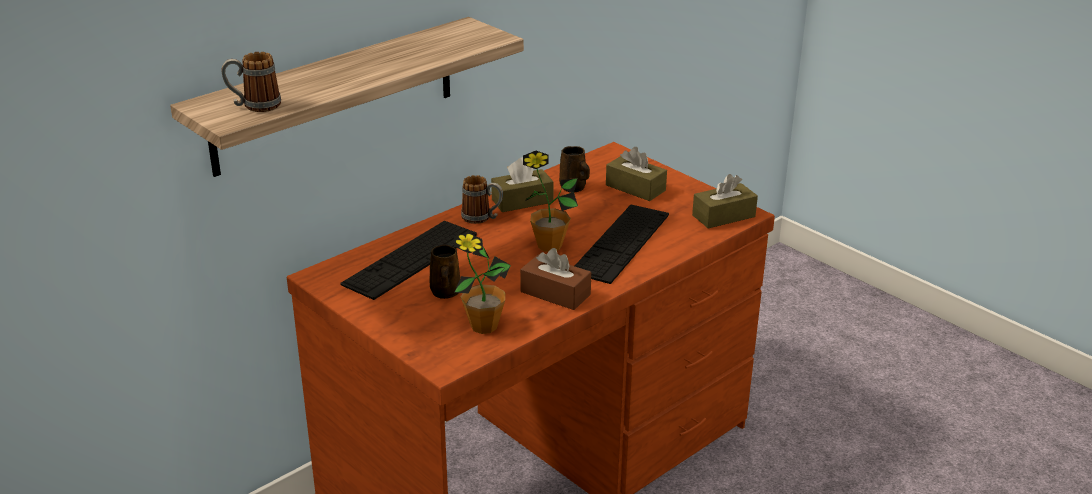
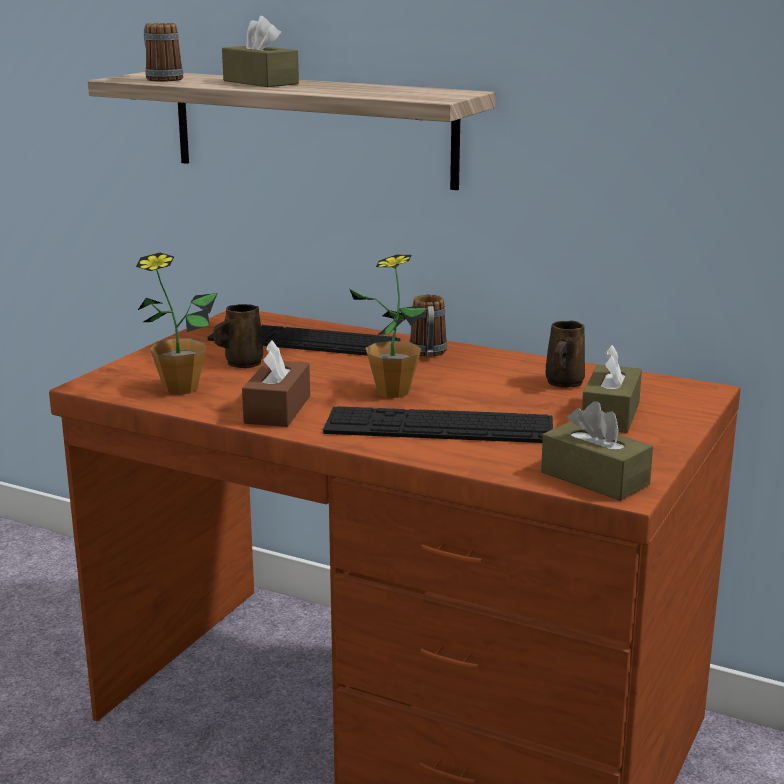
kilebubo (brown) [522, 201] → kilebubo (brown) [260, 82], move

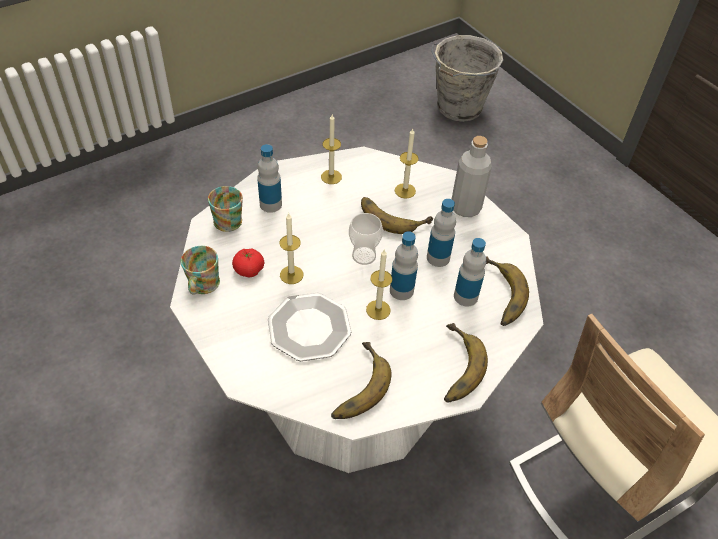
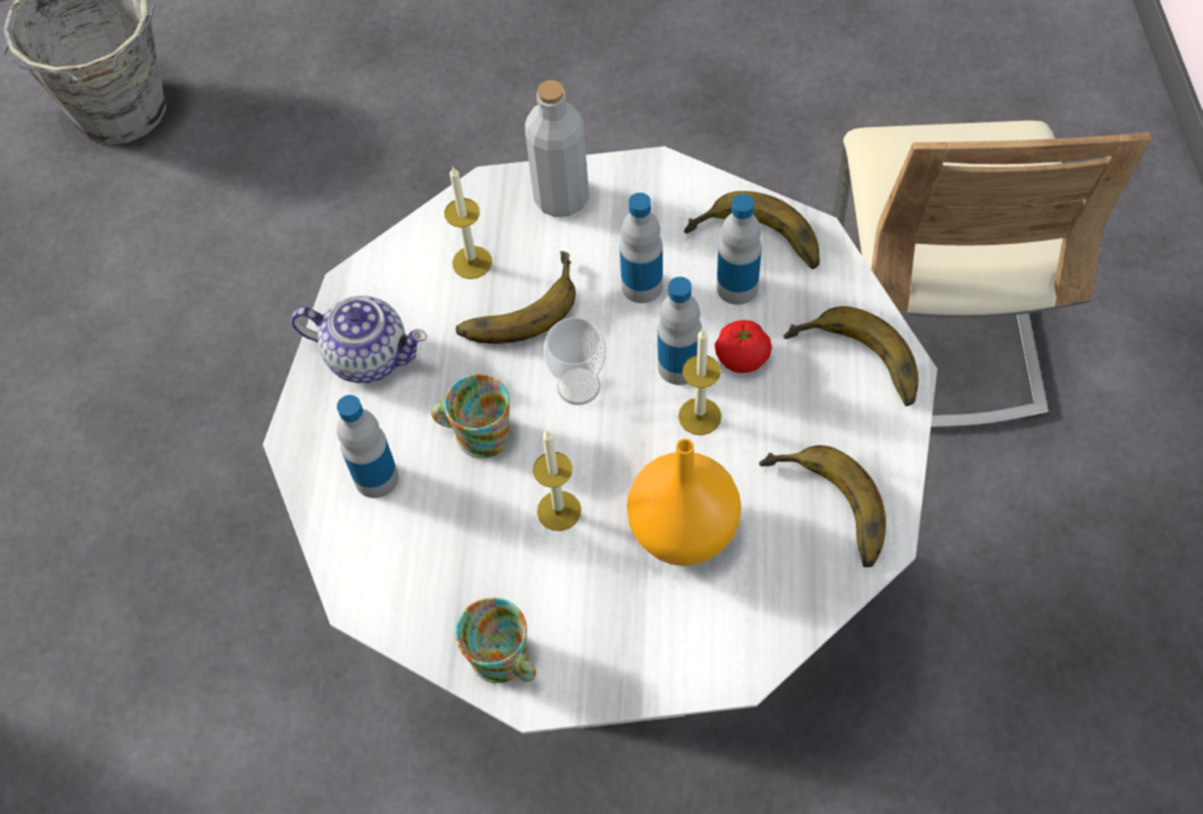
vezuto [227, 218] → vezuto [475, 433], move
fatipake [249, 270] → fatipake [742, 357], move
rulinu [309, 328] → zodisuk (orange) [684, 529]
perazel [331, 177] → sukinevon [369, 355]

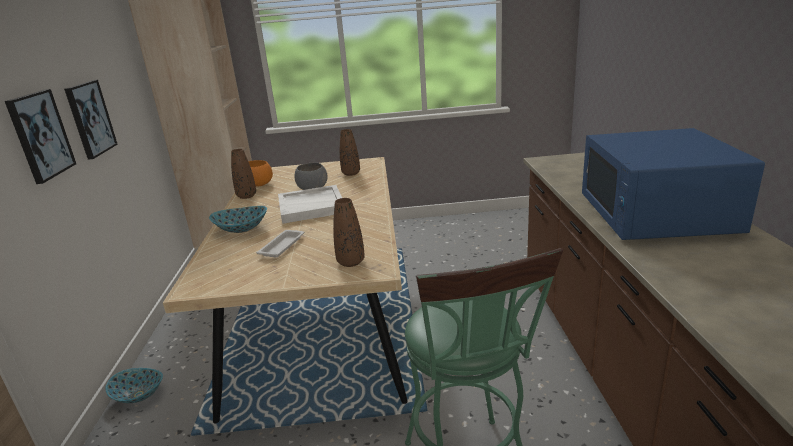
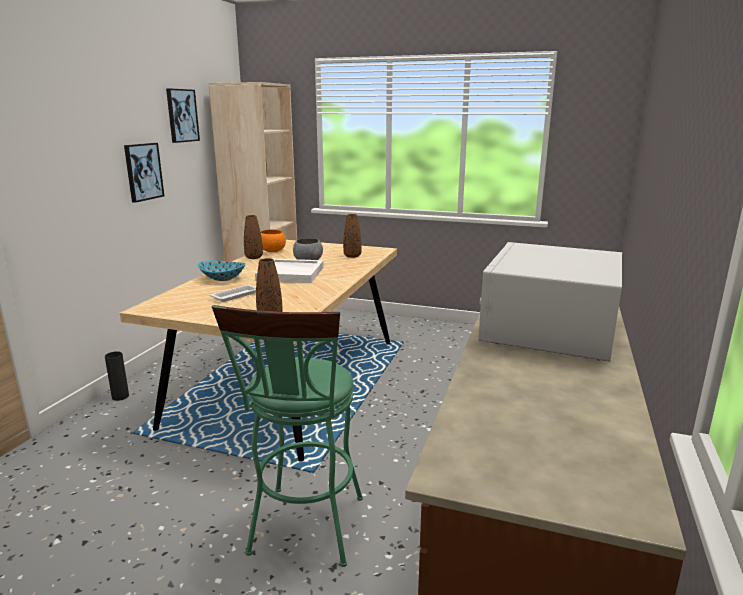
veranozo [40, 135] → veranozo [182, 115], move
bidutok [138, 395] → zodisuk (black) [120, 396]
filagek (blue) [656, 214] → filagek (white) [548, 330]

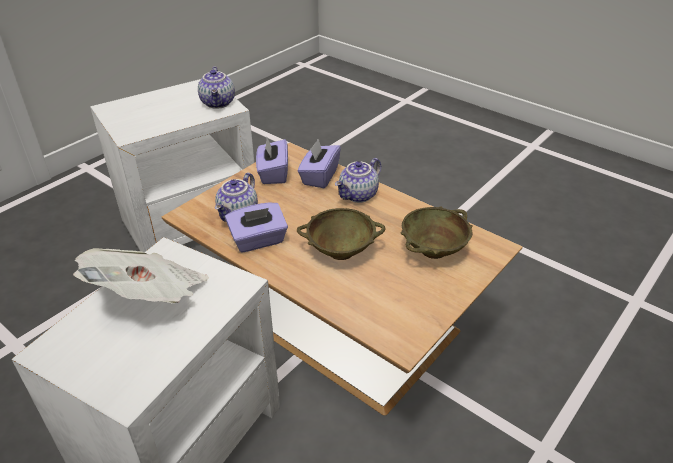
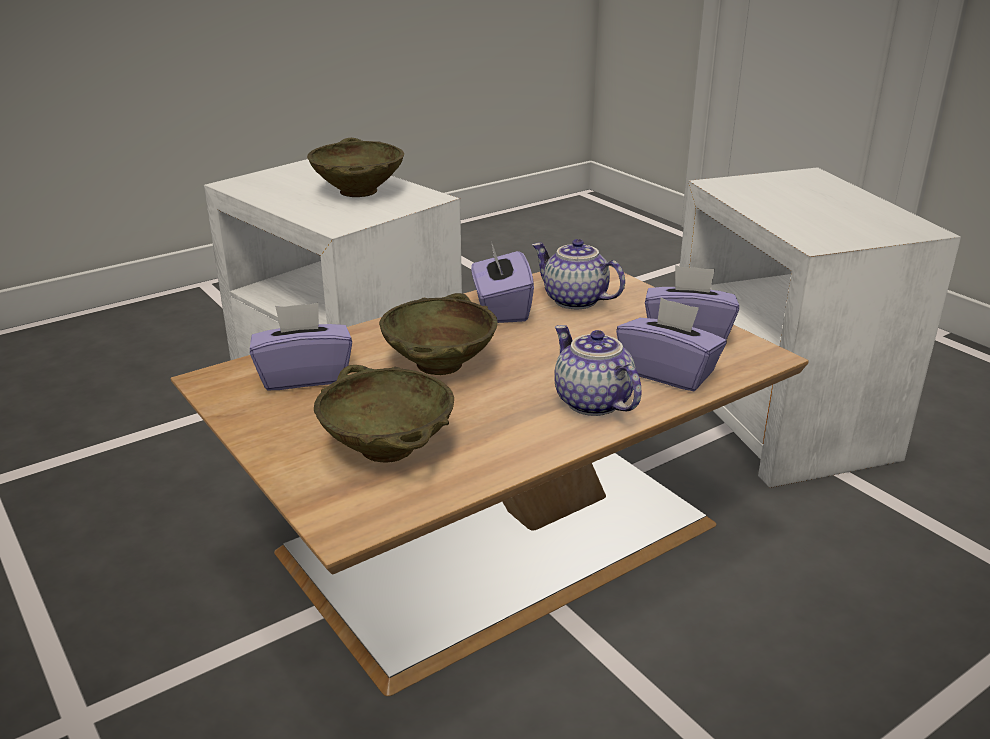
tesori [151, 296] → bidutok (beige) [358, 191]
sukinevon [219, 103] → -
- → kilebubo (purple) [304, 376]

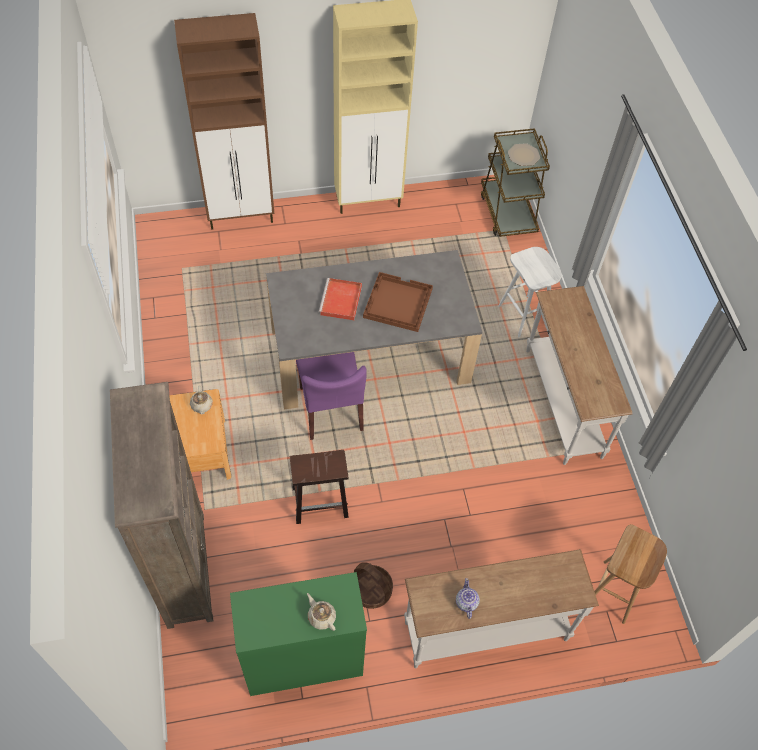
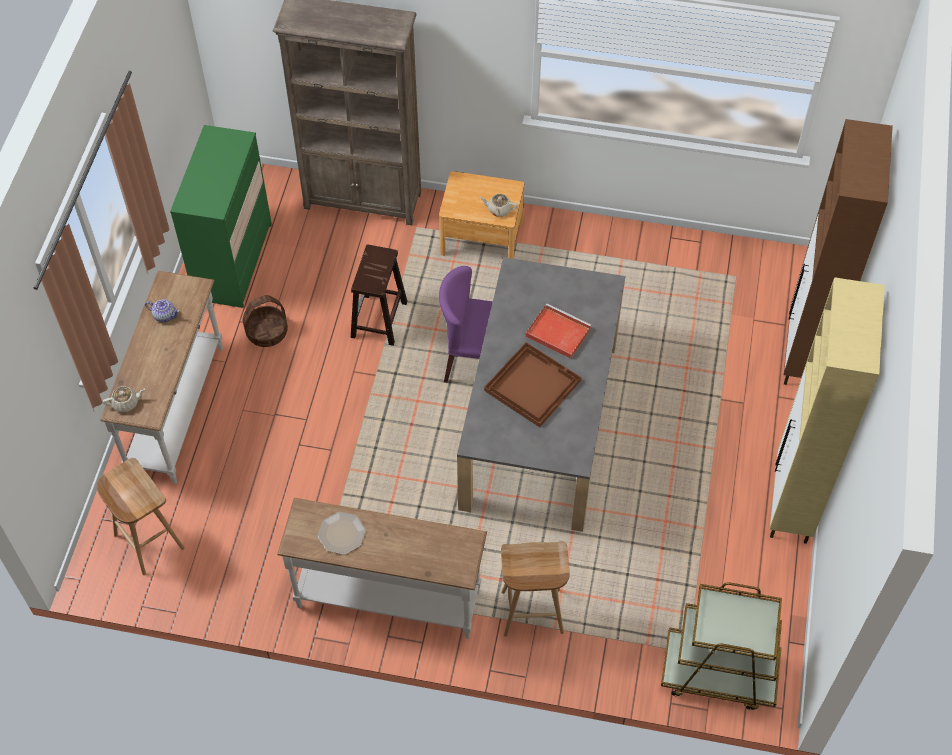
sukinevon (beige) [321, 616] → sukinevon (beige) [126, 403], move
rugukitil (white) [524, 316] → rugukitil (brown) [531, 613]
rulinu [523, 155] → rulinu [342, 534], move

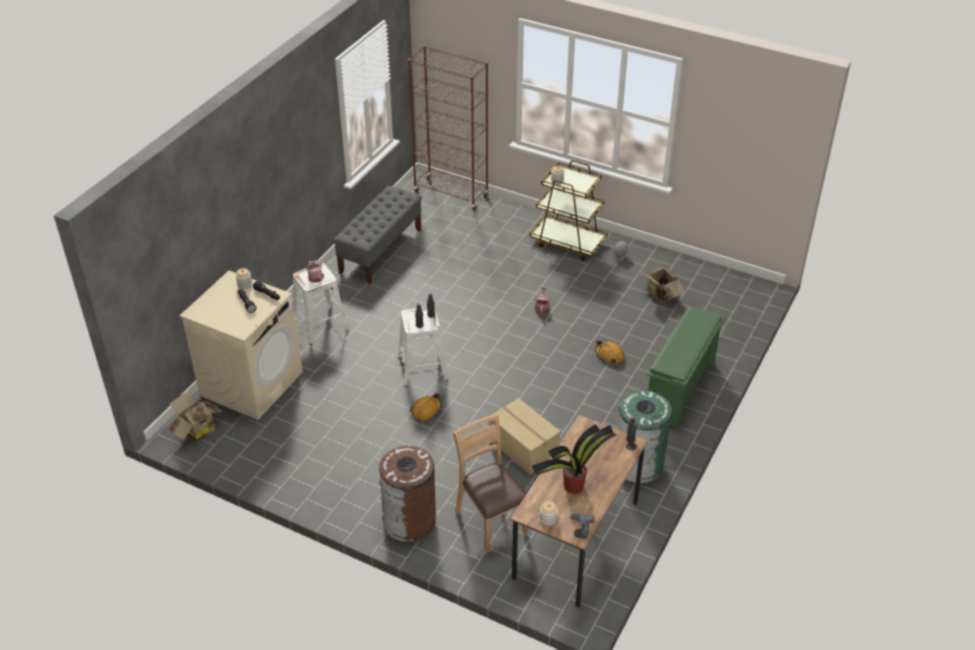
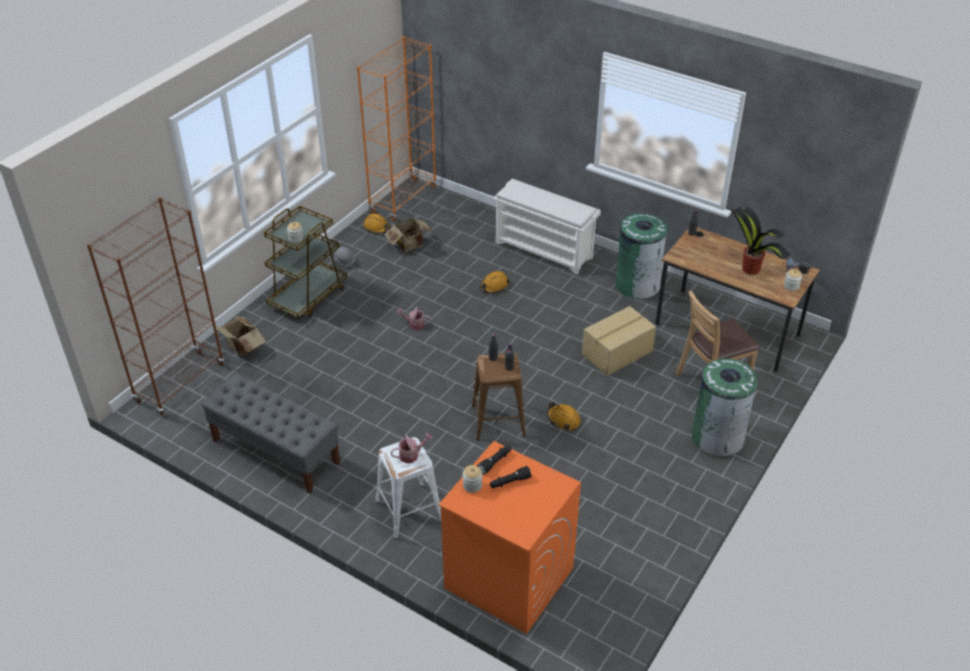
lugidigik [196, 430] → lugidigik [242, 348], move
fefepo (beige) [252, 383] → fefepo (orange) [508, 578]
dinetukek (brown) [409, 521] → dinetukek (green) [717, 437]
rugukitil (white) [422, 369] → rugukitil (brown) [498, 421]
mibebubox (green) [680, 390] → mibebubox (white) [545, 250]
- → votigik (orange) [403, 199]
- → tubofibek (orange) [377, 227]

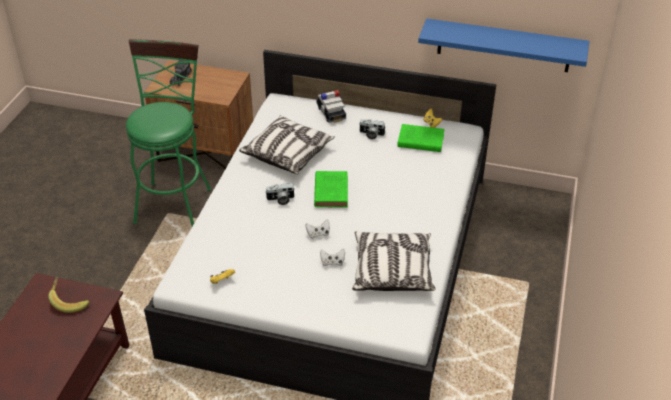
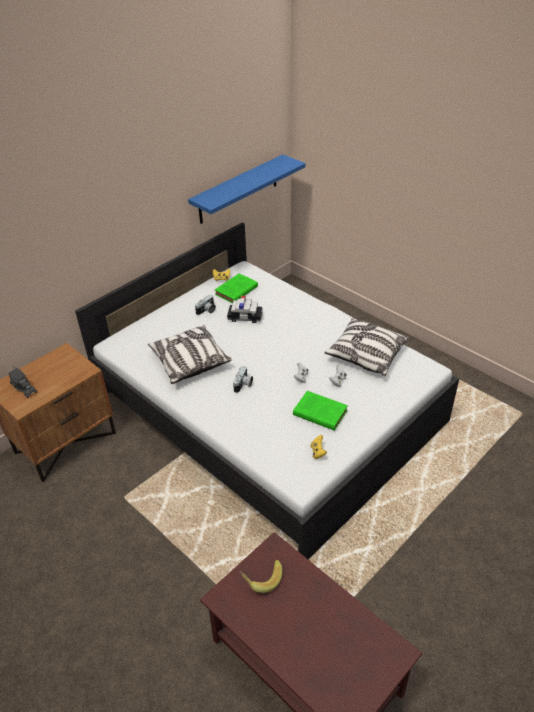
rugukitil (green) [174, 201] → -
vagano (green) [331, 191] → vagano (green) [318, 412], move
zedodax [331, 113] → zedodax [245, 317], move

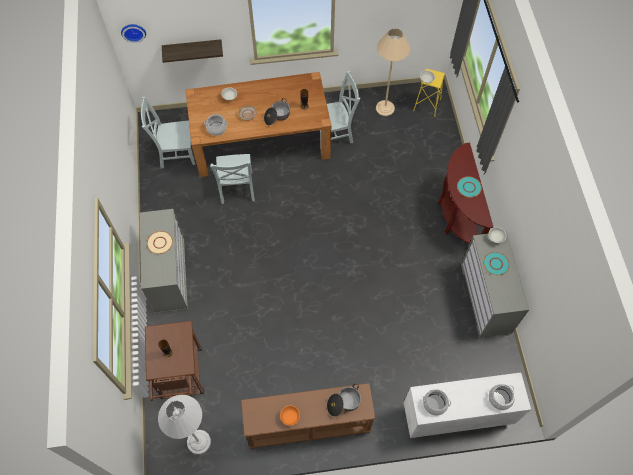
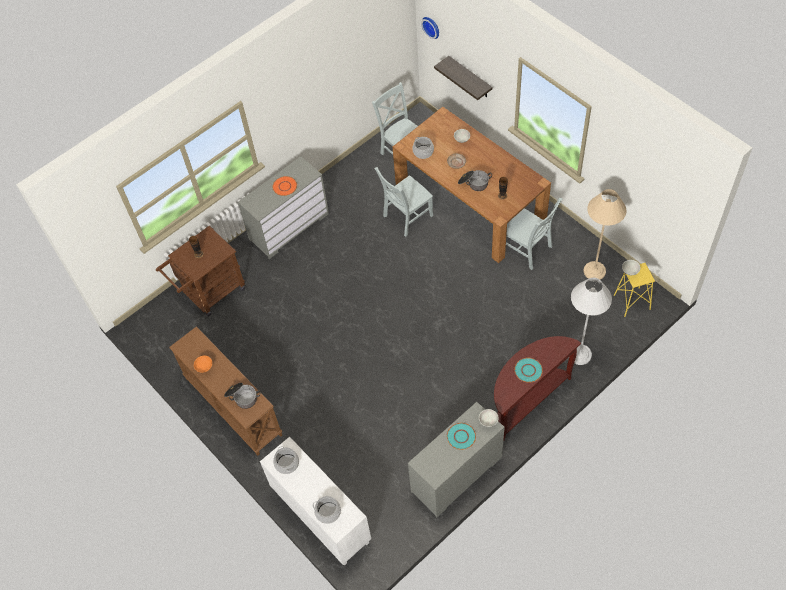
rulinu (beige) [160, 243] → rulinu (orange) [285, 186]
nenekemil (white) [199, 442] → nenekemil (white) [580, 354], move

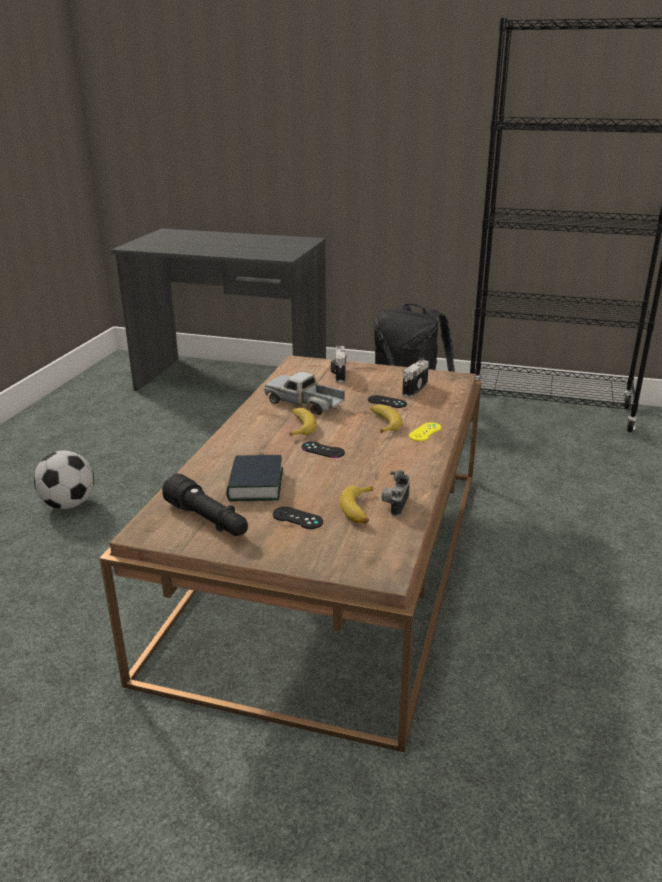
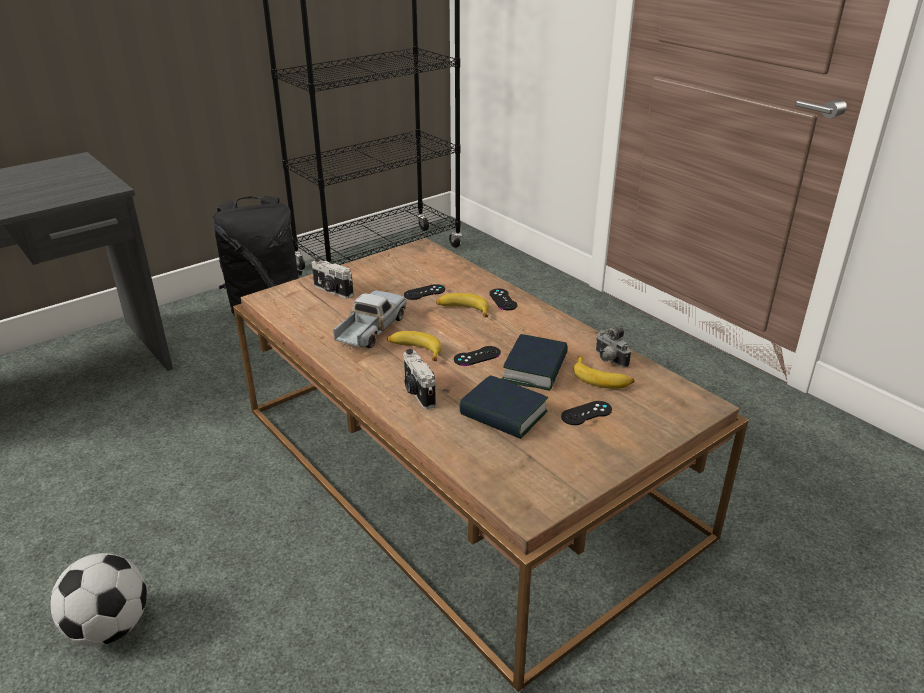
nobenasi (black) [208, 520] → -
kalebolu [305, 403] → kalebolu [370, 330], 135 degrees clockwise
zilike [413, 389] → zilike [418, 393], move
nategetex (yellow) [425, 432] → nategetex (black) [503, 299]
- → vagano [535, 369]

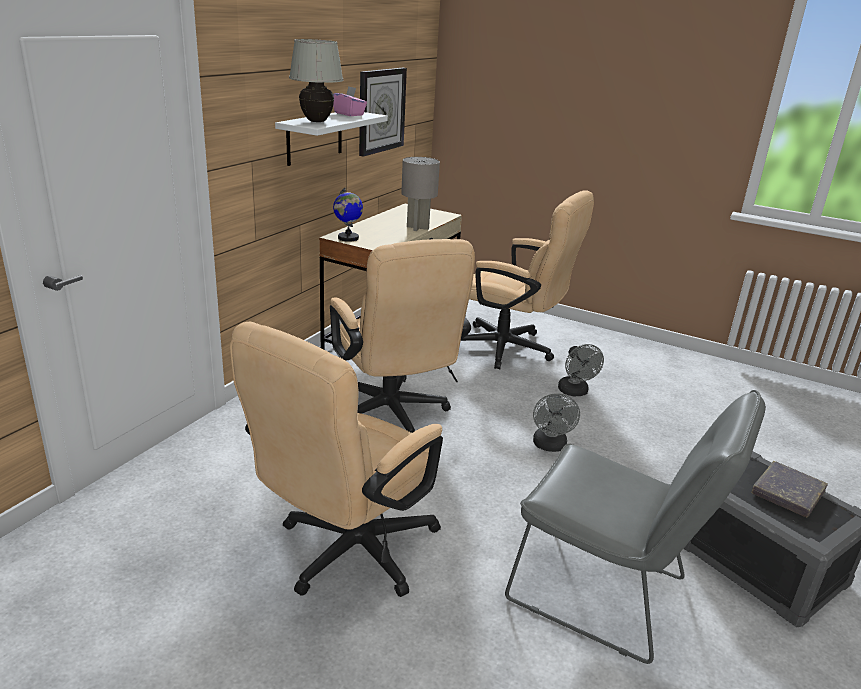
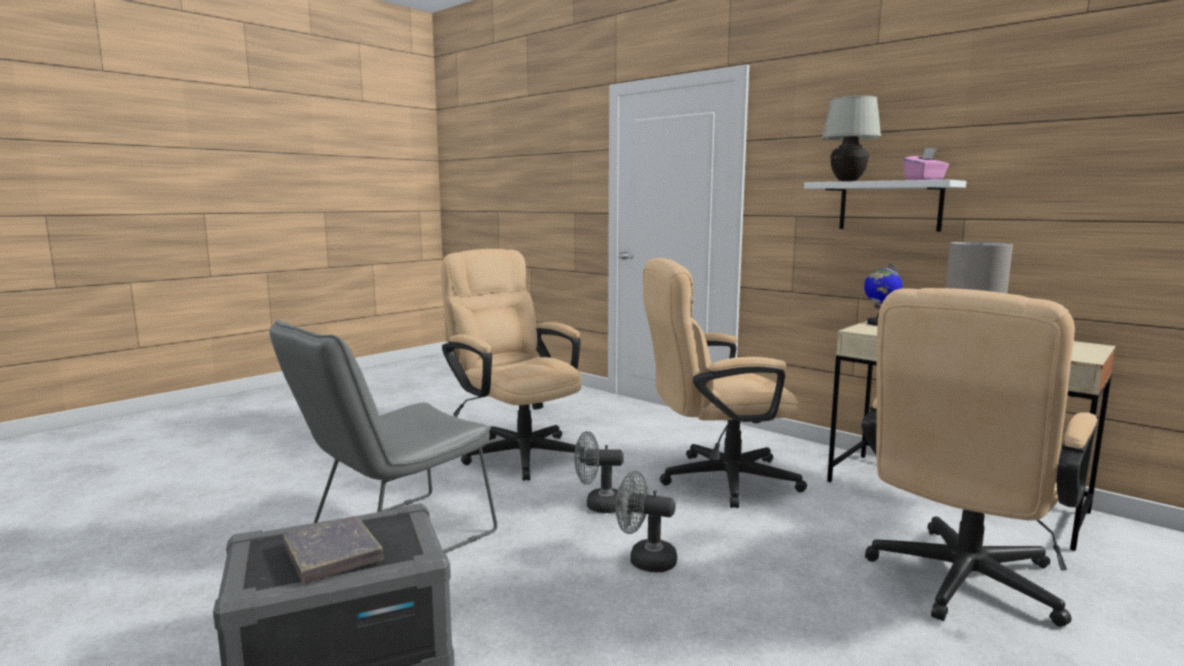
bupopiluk [381, 110] → -
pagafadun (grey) [575, 392] → pagafadun (grey) [598, 505], move

